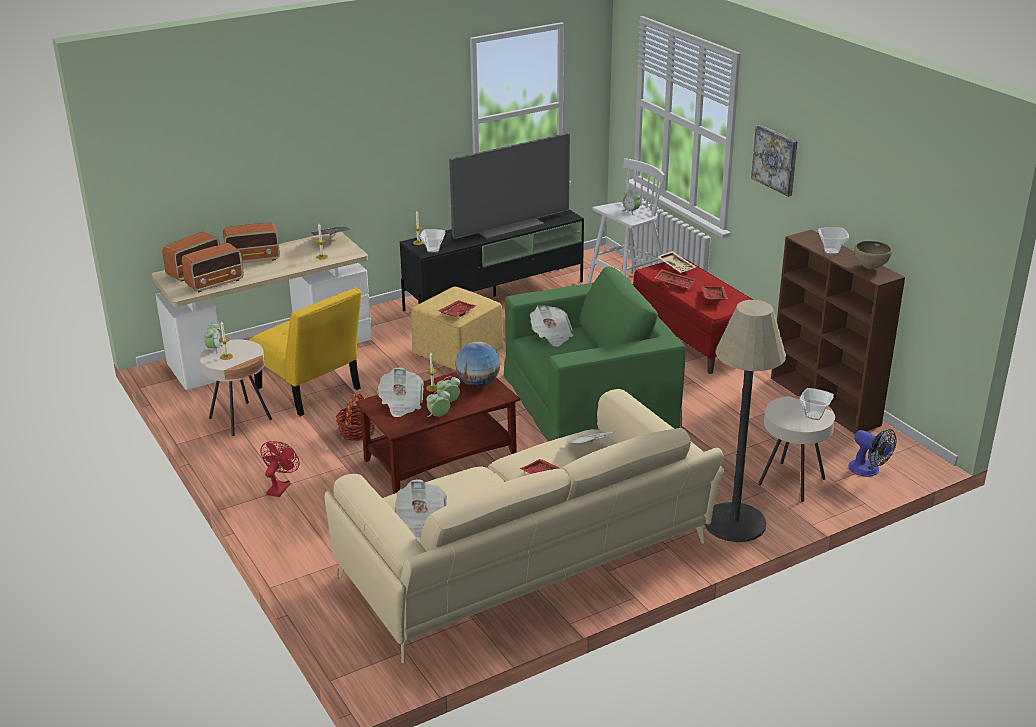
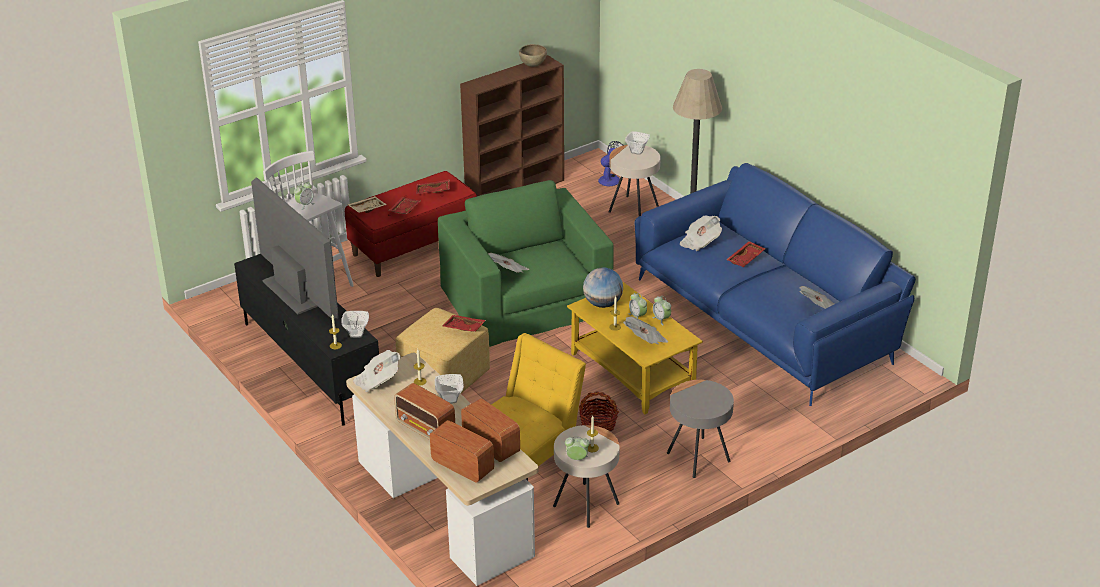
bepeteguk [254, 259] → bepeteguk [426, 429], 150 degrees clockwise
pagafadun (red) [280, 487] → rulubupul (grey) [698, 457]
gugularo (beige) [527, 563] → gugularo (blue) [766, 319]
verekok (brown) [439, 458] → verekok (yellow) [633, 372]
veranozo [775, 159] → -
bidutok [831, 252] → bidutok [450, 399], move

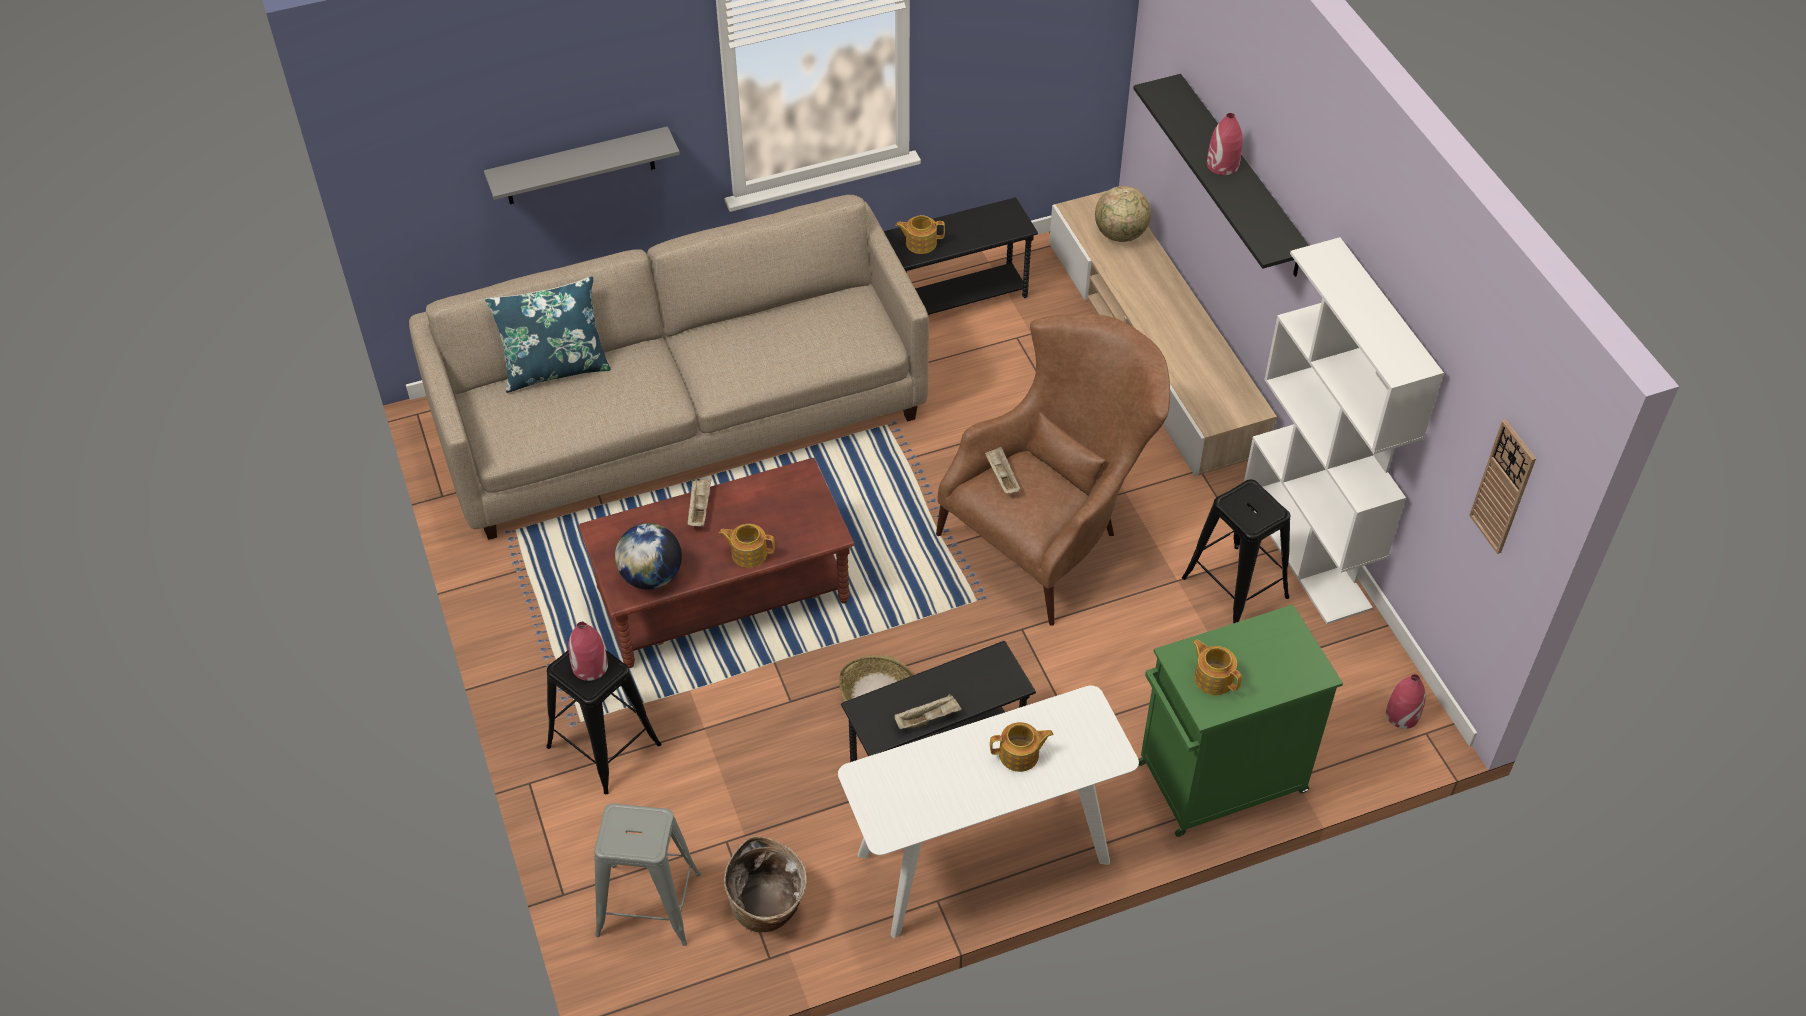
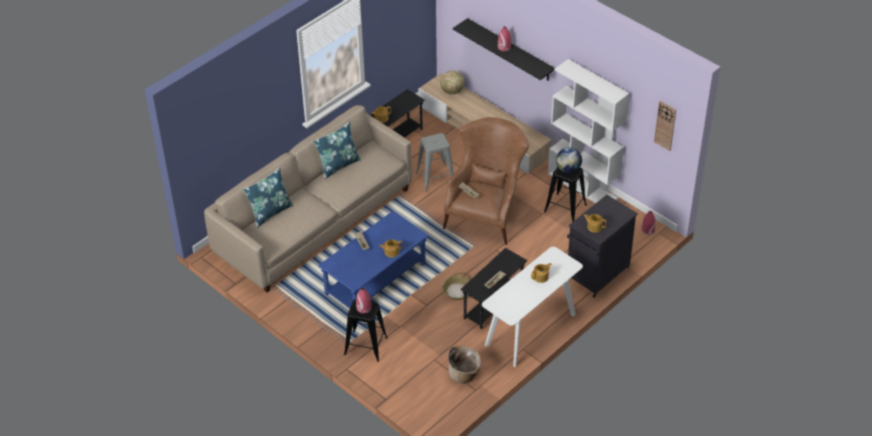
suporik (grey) [579, 166] → -
verekok (brown) [724, 596] → verekok (blue) [375, 279]
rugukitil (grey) [648, 904] → rugukitil (grey) [435, 179], move
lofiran [651, 576] → lofiran [568, 169], move
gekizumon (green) [1218, 779] → gekizumon (black) [597, 274]
- → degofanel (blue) [338, 165]

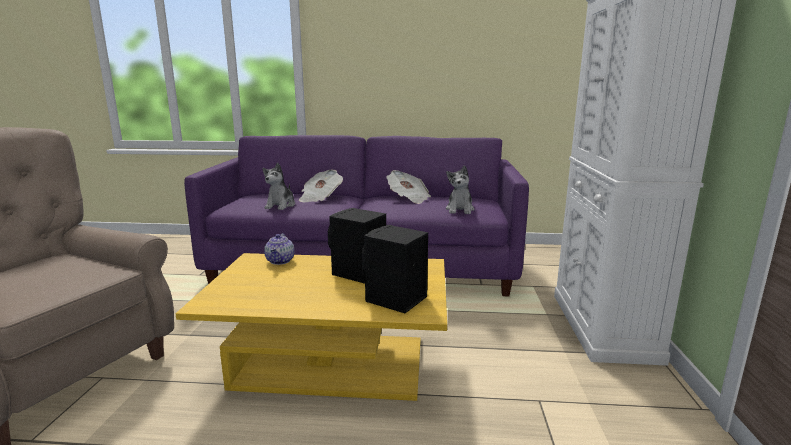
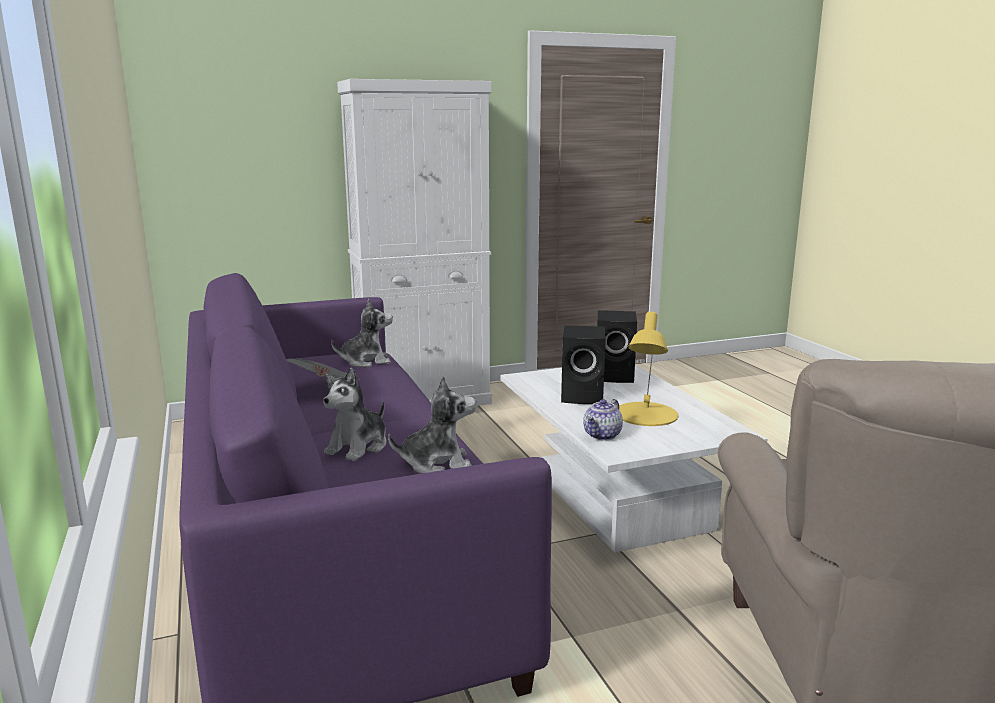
verekok (yellow) [331, 364] → verekok (white) [614, 494]
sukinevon [280, 261] → sukinevon [602, 435], 150 degrees clockwise
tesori [320, 198] → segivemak [358, 447]
- → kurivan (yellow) [645, 414]

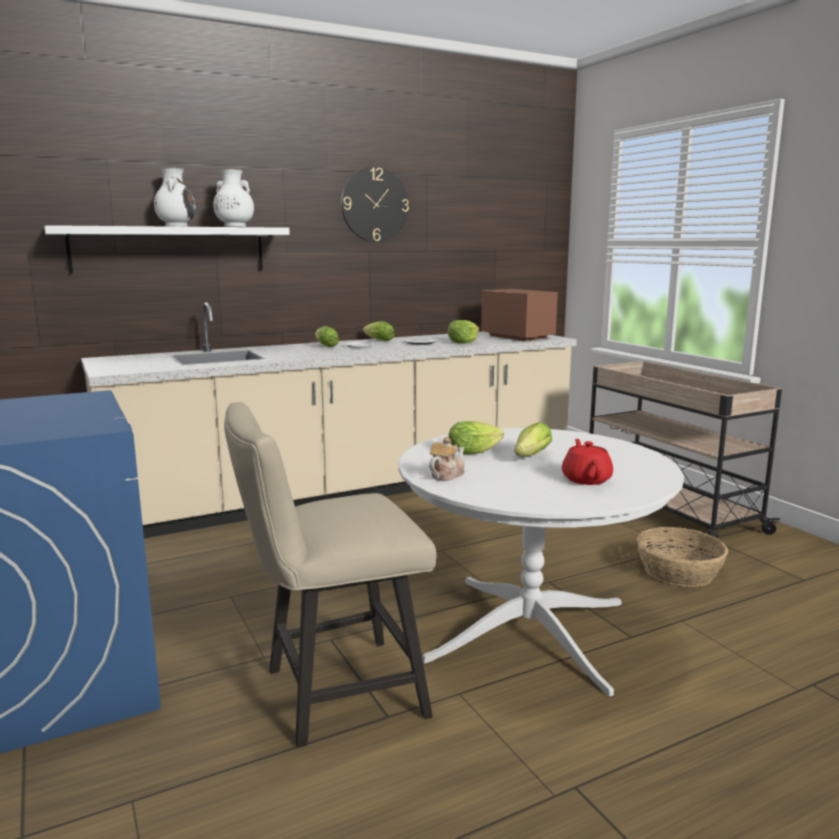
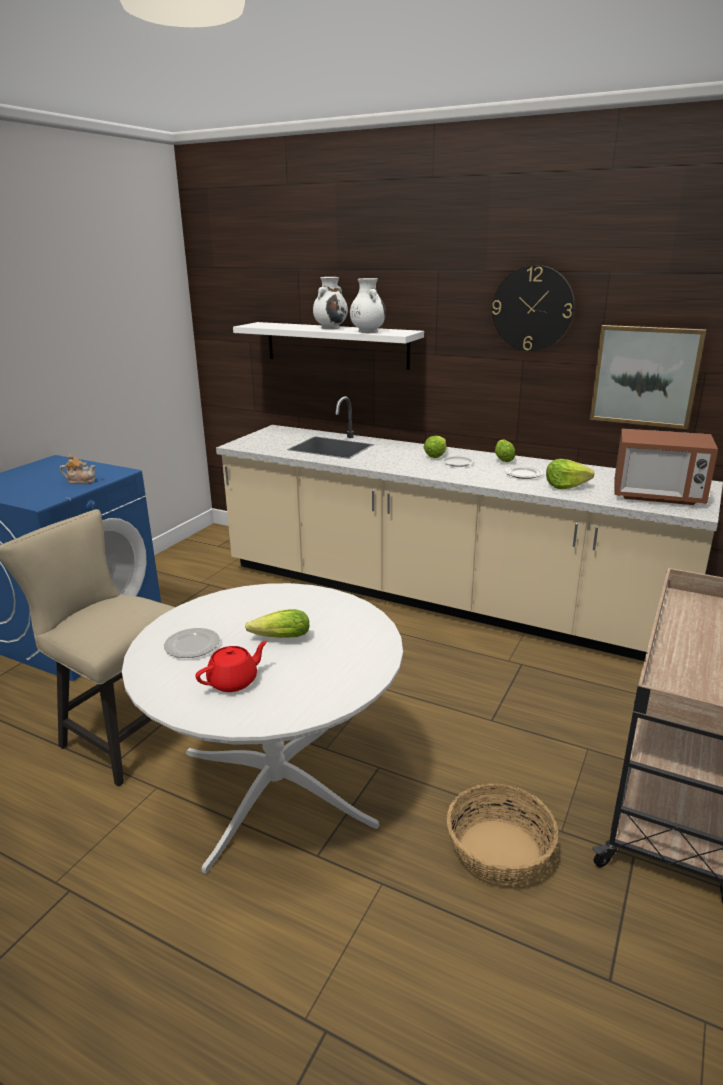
sukinevon [446, 475] → sukinevon [81, 481], move
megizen [477, 451] → -
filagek [517, 337] → filagek [657, 496], 90 degrees clockwise
- → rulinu [192, 645]
- → veranozo [645, 376]

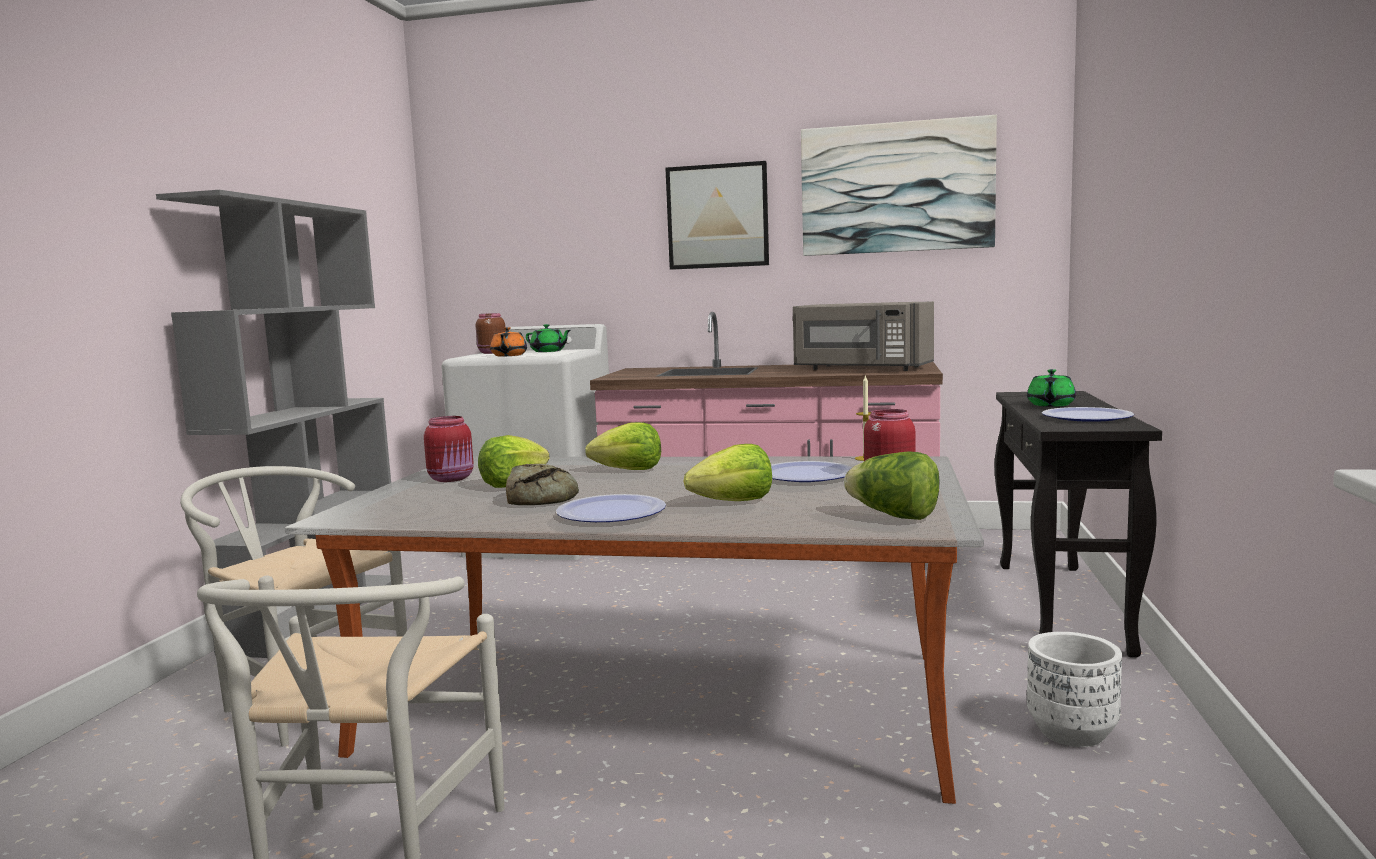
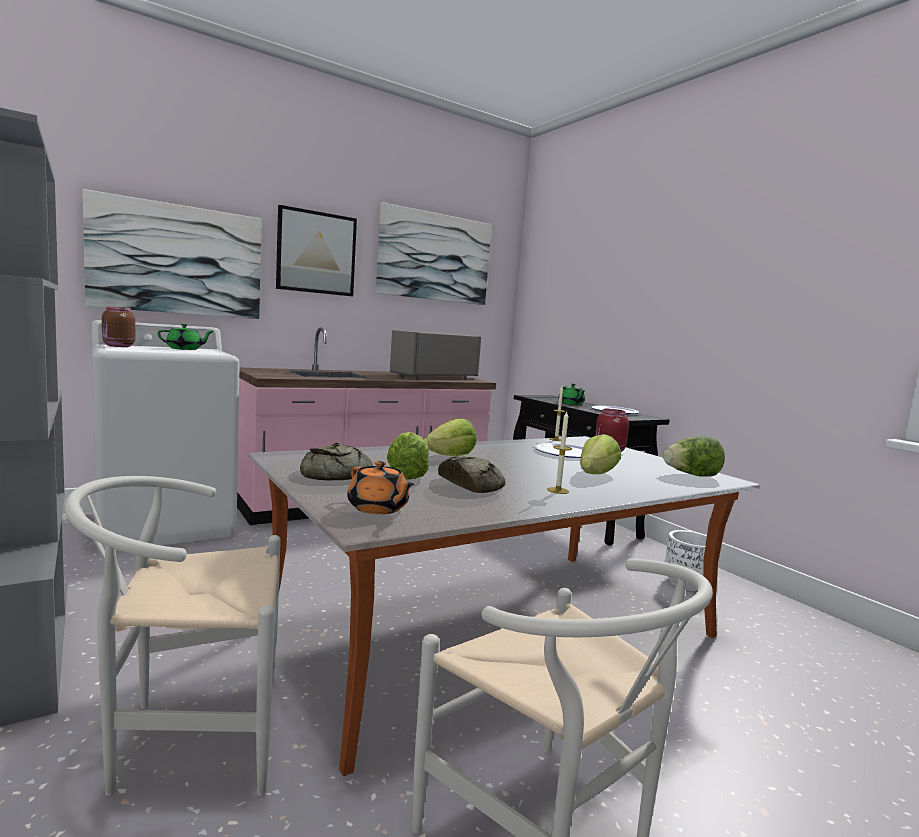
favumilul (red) [452, 479] → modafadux [334, 475]
sukinevon (orange) [508, 355] → sukinevon (orange) [378, 508], move
rulinu [611, 512] → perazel [558, 490]
filagek (grey) [861, 369] → filagek (grey) [432, 377], 150 degrees clockwise
- → veranozo [178, 260]

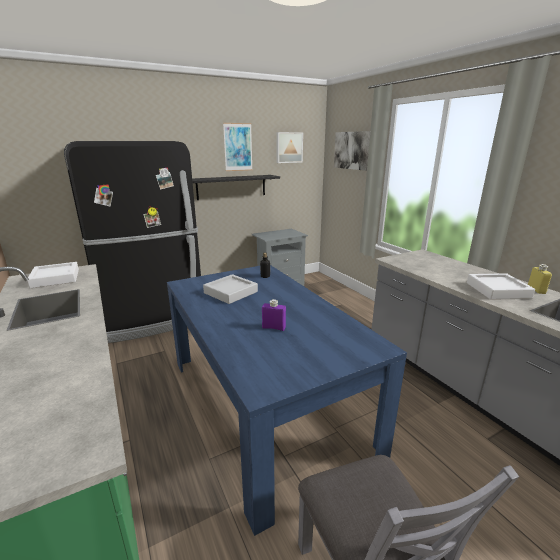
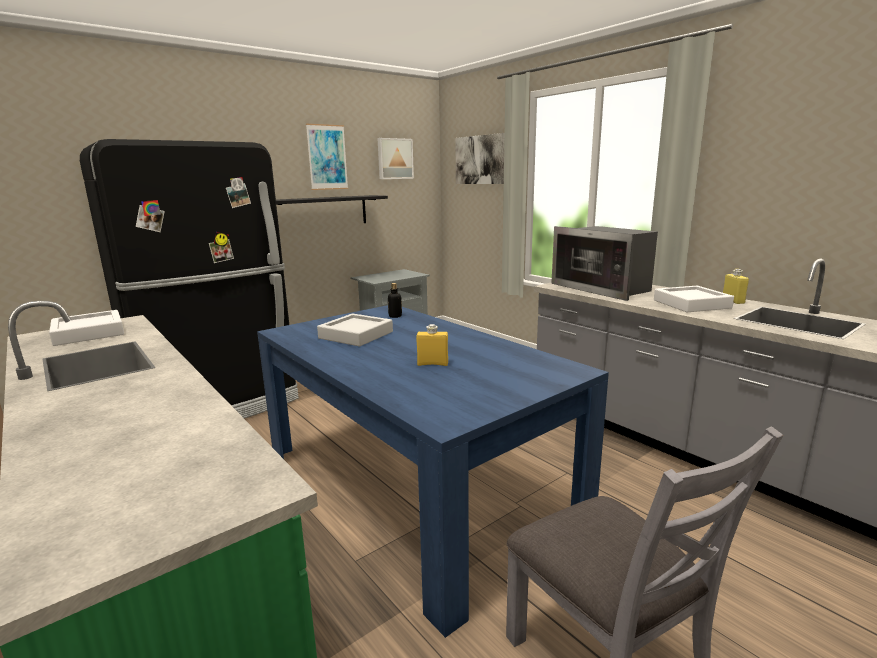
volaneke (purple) [274, 327] → volaneke (yellow) [432, 364]
- → filagek [603, 288]

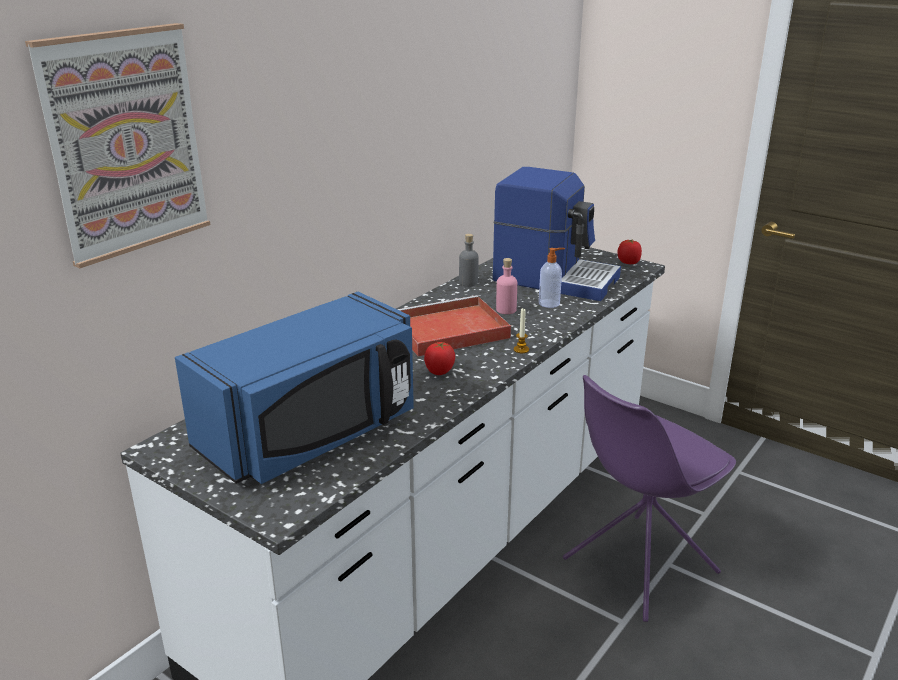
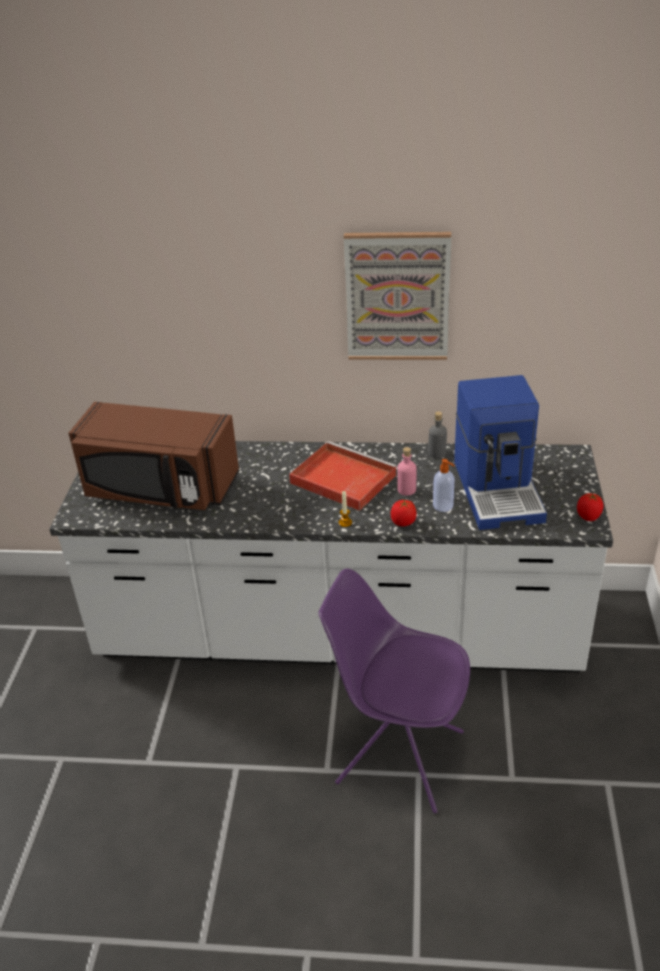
veranozo [125, 143] → veranozo [397, 297], move
filagek (blue) [313, 432] → filagek (brown) [160, 488]
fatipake [439, 371] → fatipake [403, 522], move

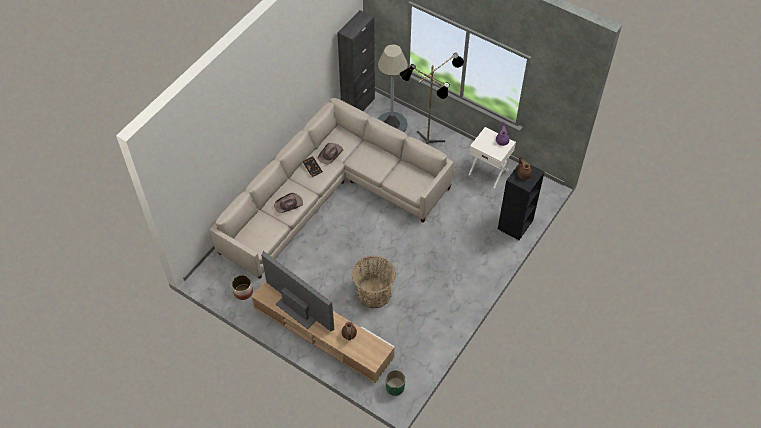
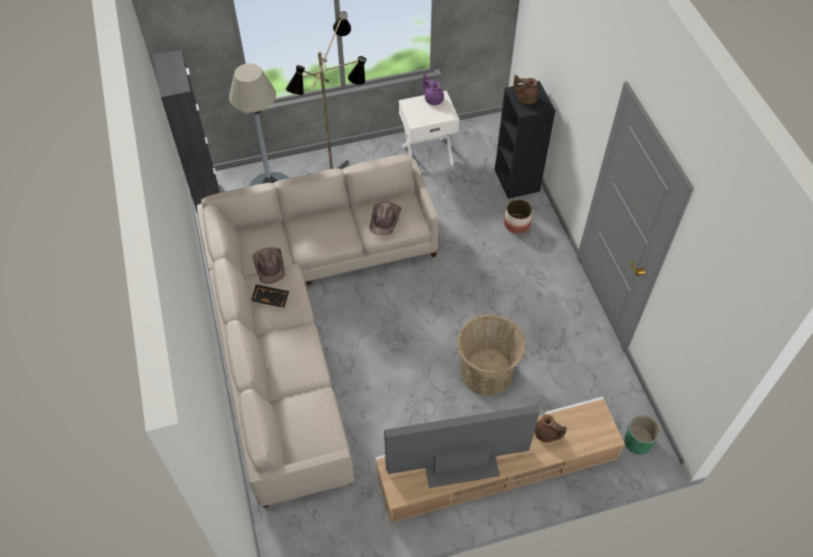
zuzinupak [243, 291] → zuzinupak [516, 223], move
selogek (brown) [289, 204] → selogek (brown) [385, 219], move

